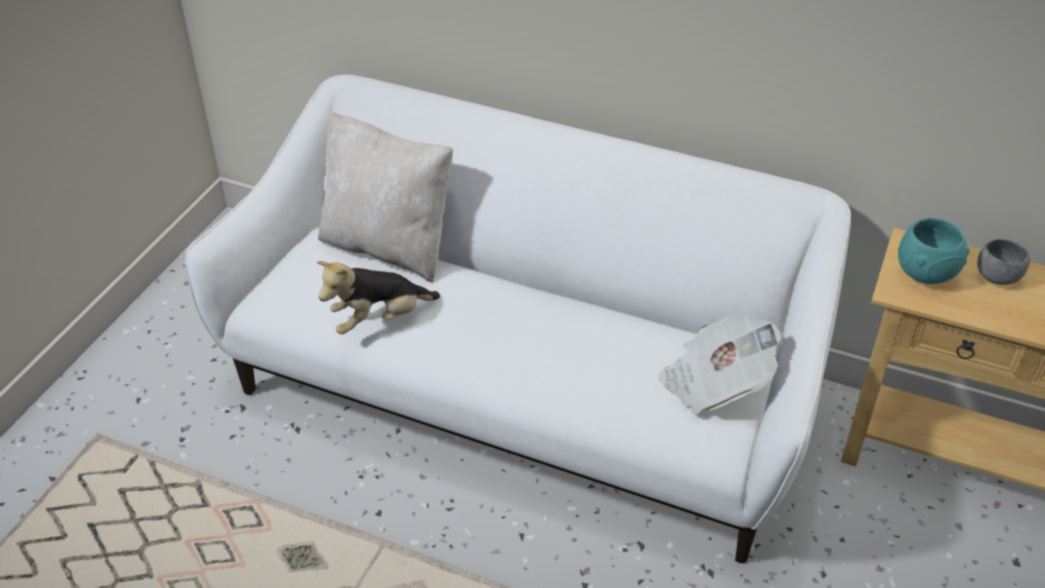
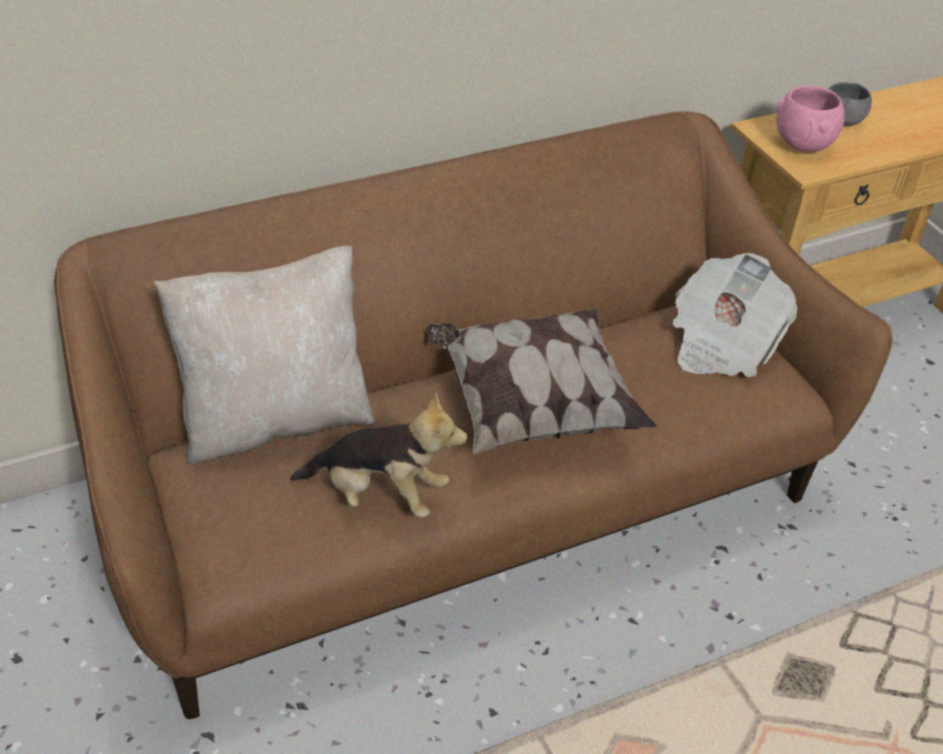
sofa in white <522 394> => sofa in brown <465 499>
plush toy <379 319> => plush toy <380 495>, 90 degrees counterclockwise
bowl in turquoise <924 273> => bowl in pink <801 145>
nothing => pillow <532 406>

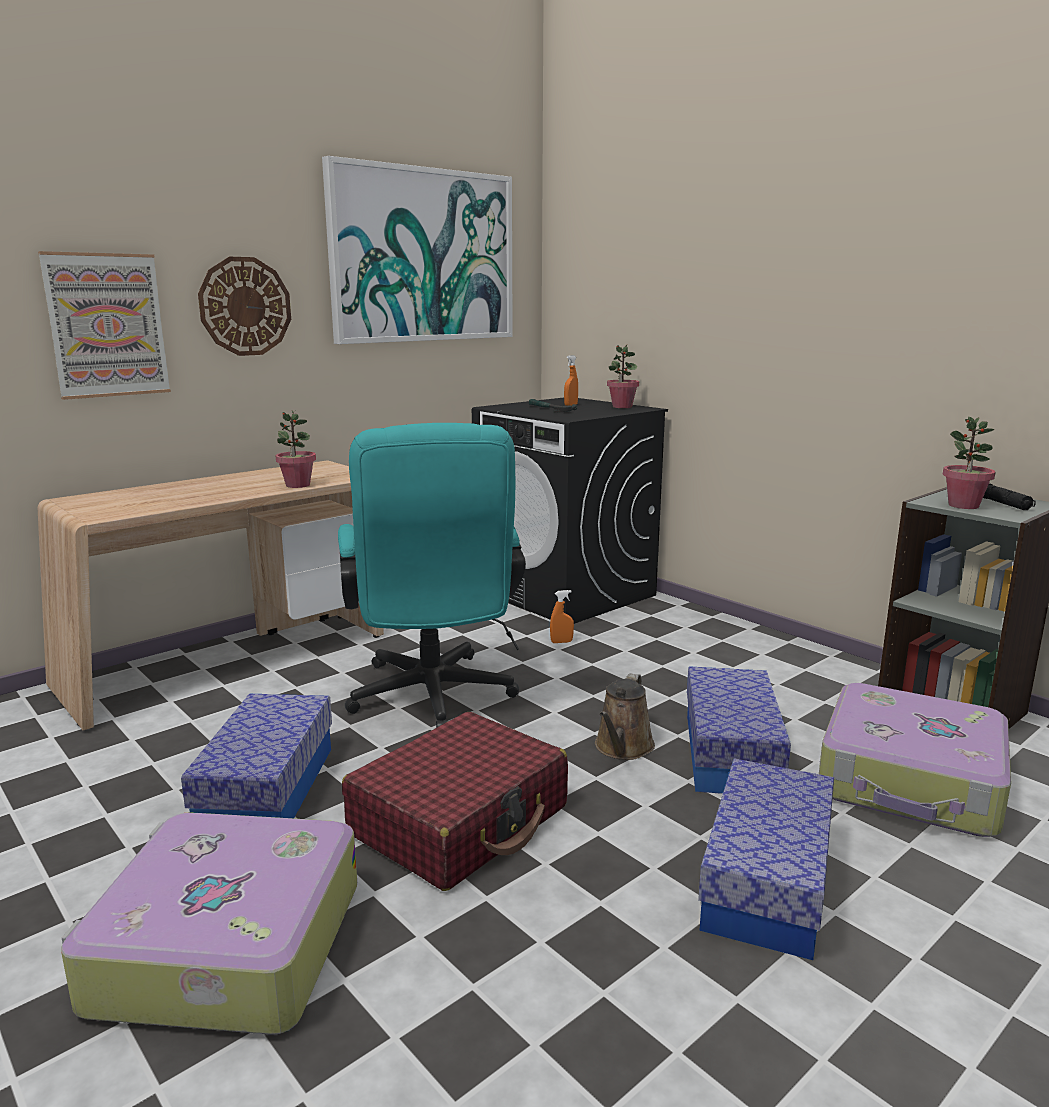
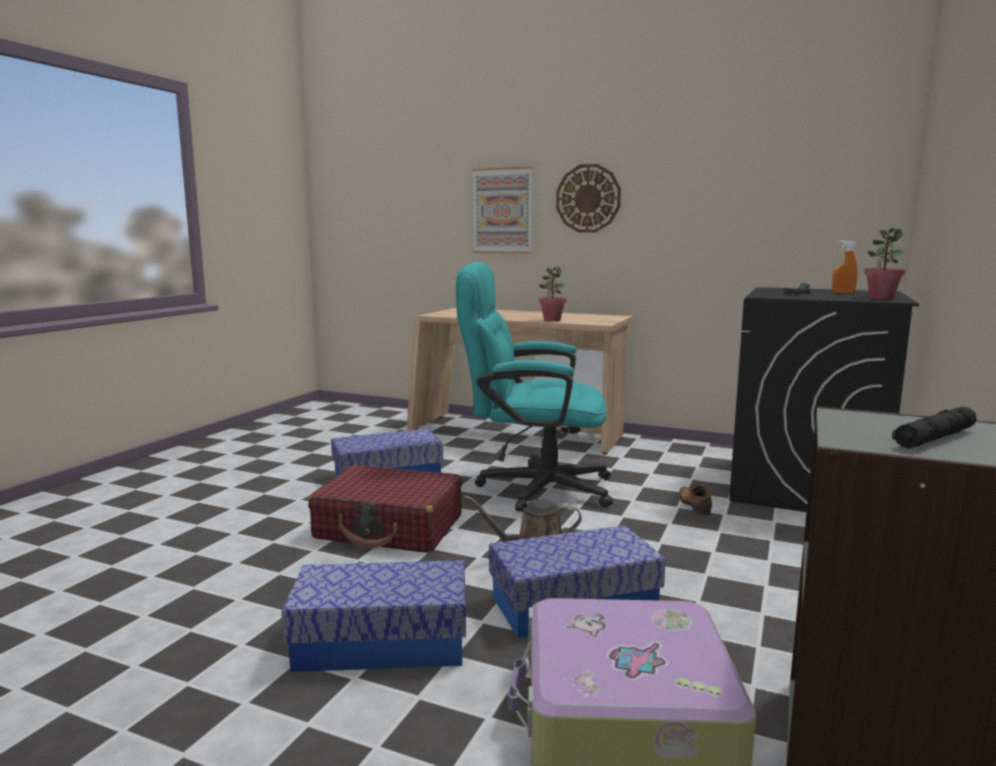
suitcase <225 947> => nothing
picture <423 256> => nothing
office chair in turquoise <432 700> => office chair in turquoise <532 488>, 45 degrees clockwise
spray bottle in orange <561 642> => shoe <694 505>
potted plant <963 506> => nothing

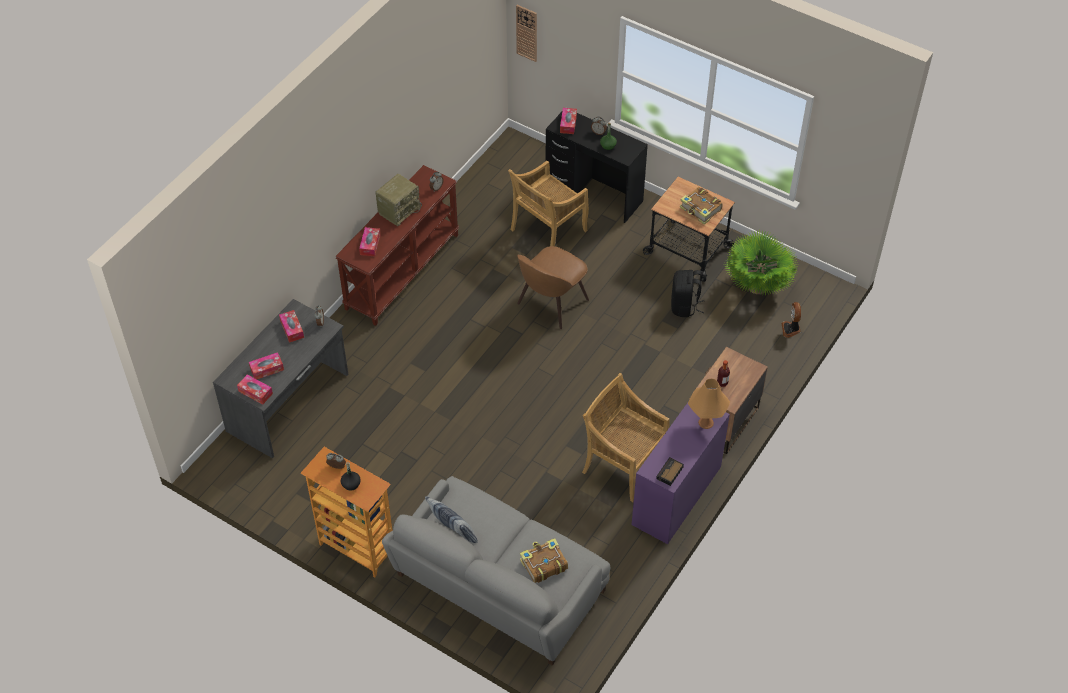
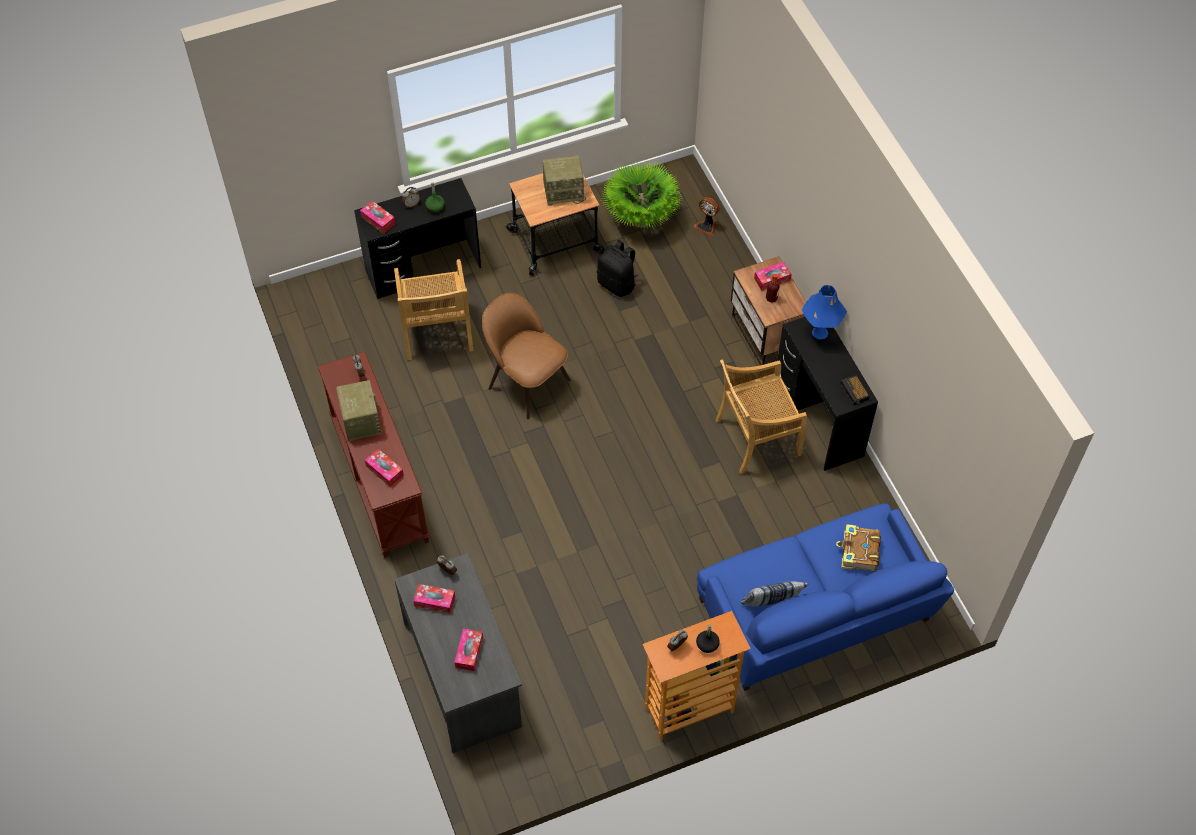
tissue box <255 392> => tissue box <772 279>, moved
sofa in grey <498 585> => sofa in blue <814 613>
wall clock <527 33> => nothing
chair in brown <551 303> => chair in brown <526 382>, 150 degrees clockwise
desk in purple <677 495> => desk in black <818 418>
book <700 210> => radio <564 191>
table lamp in orange <705 422> => table lamp in blue <819 332>

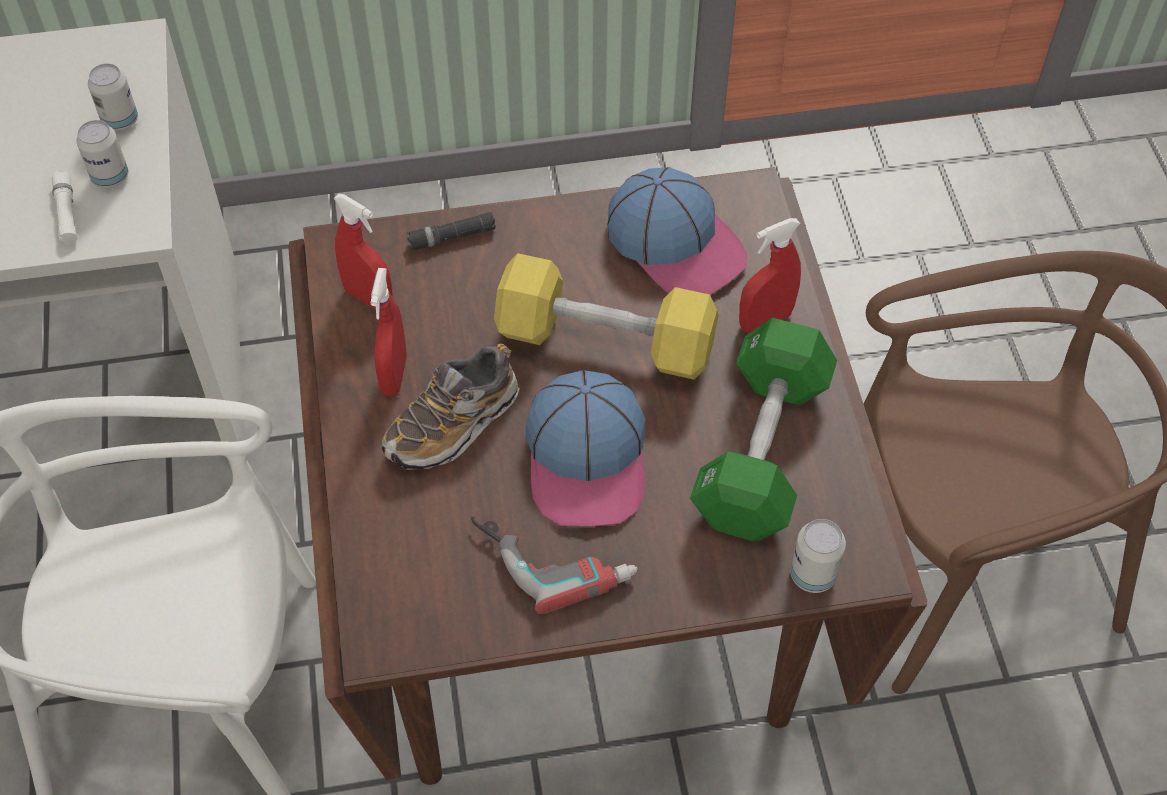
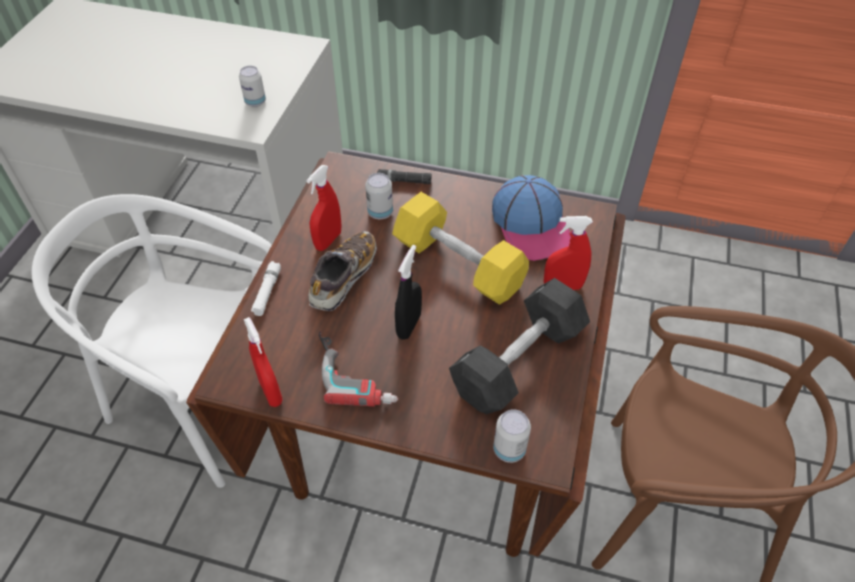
flashlight in white <67 213> => flashlight in white <267 292>, moved
can <120 121> => can <380 213>, moved
spray bottle in red <369 298> => spray bottle in red <270 391>, moved
shoe <453 424> => shoe <343 278>, 135 degrees clockwise
cap <588 459> => spray bottle in black <409 325>
dumbbell in green <761 450> => dumbbell in black <518 360>

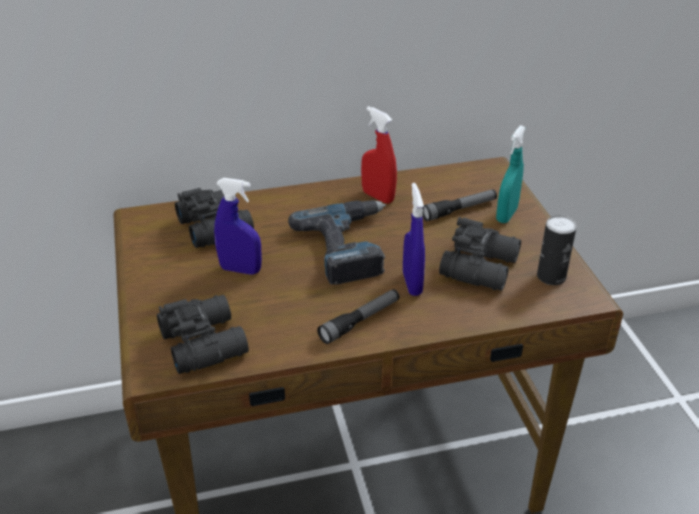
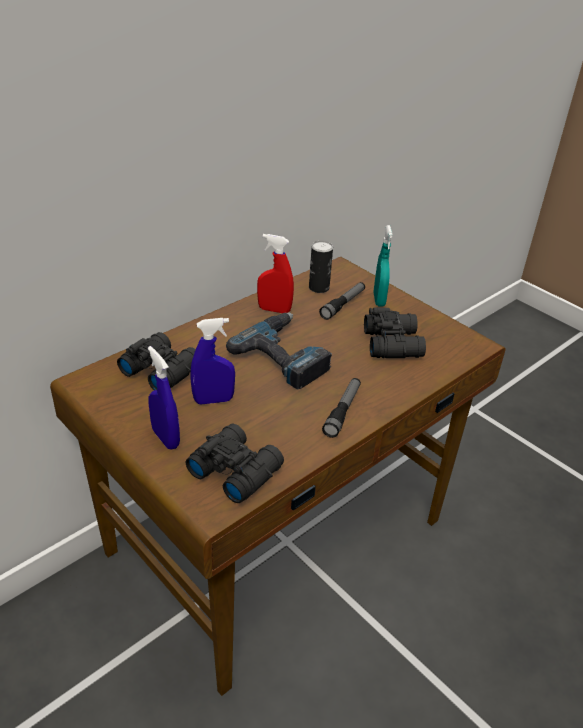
spray bottle in blue <412 284> => spray bottle in blue <165 438>, moved
can <551 276> => can <319 288>, moved

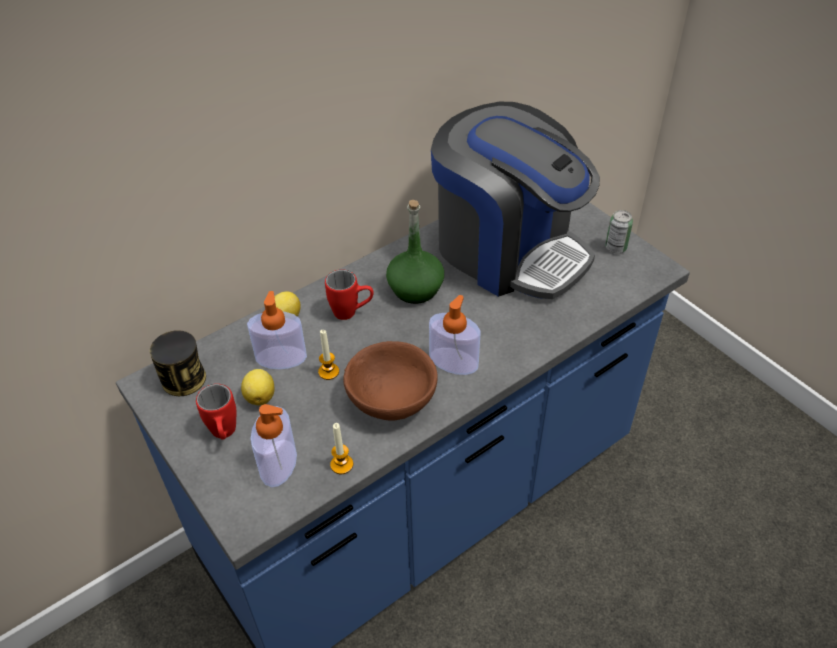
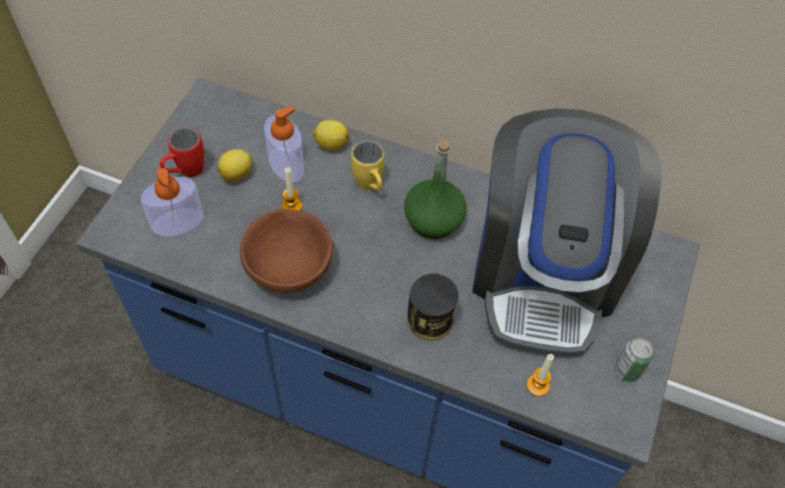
can <183 379> => can <430 319>, moved
mug in red <352 312> => mug in yellow <370 187>
candle <342 464> => candle <537 385>, moved
soap dispenser <453 361> => nothing

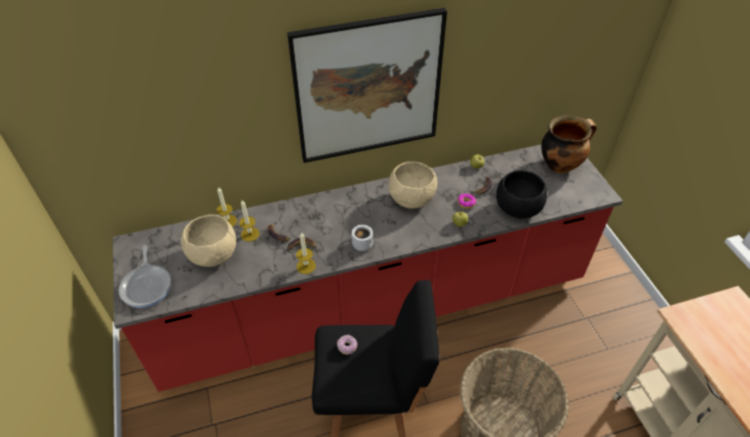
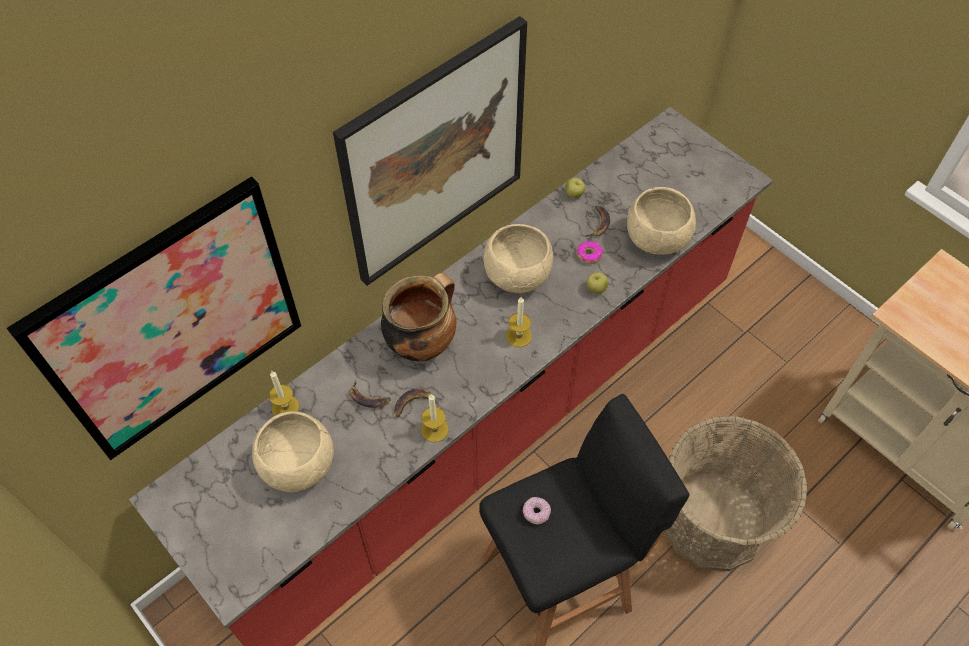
frying pan <147 286> => nothing
candle <250 234> => candle <518 336>, moved
mug in white <361 243> => nothing
bowl in black <517 209> => bowl in beige <656 239>
cooking pot <560 165> => cooking pot <421 343>, moved
nothing => picture <173 323>

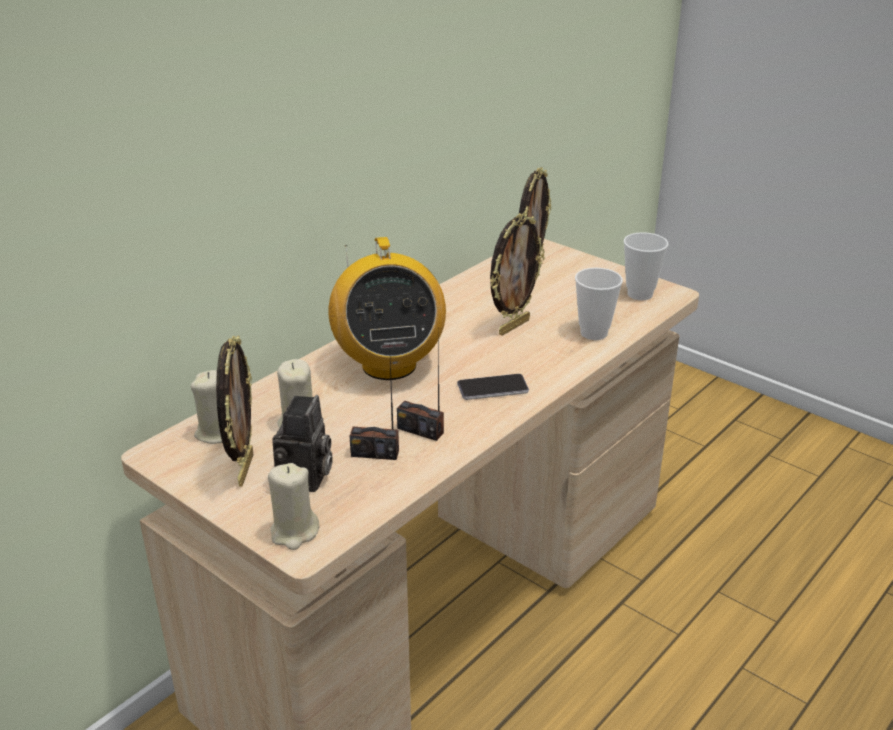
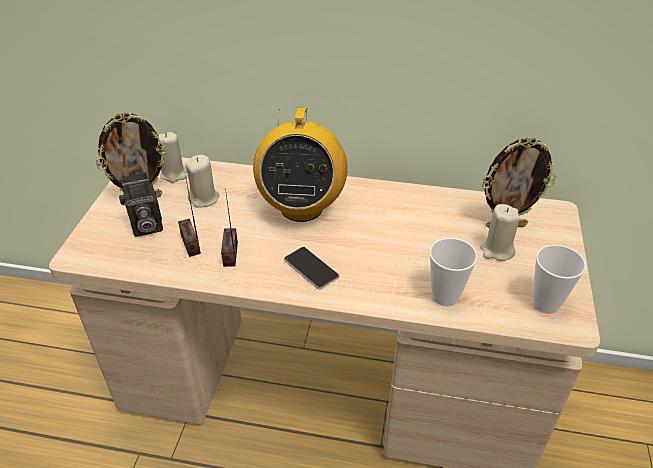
candle in beige <294 532> => candle in beige <496 250>, moved
radio <388 365> => radio <301 207>, 45 degrees counterclockwise
picture frame <513 326> => nothing

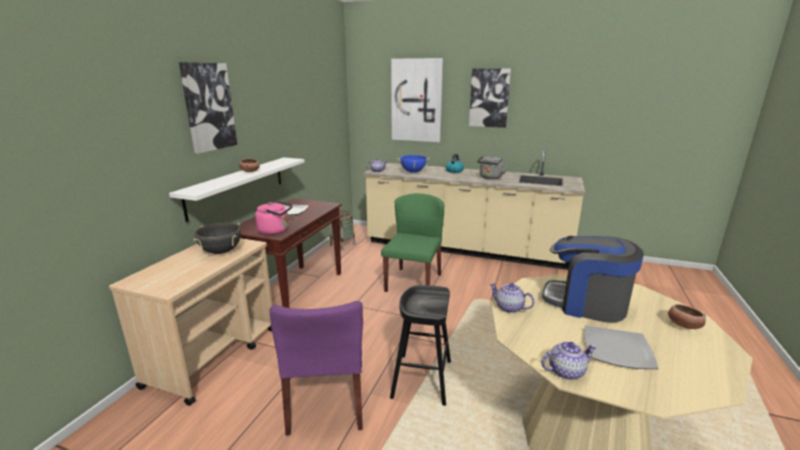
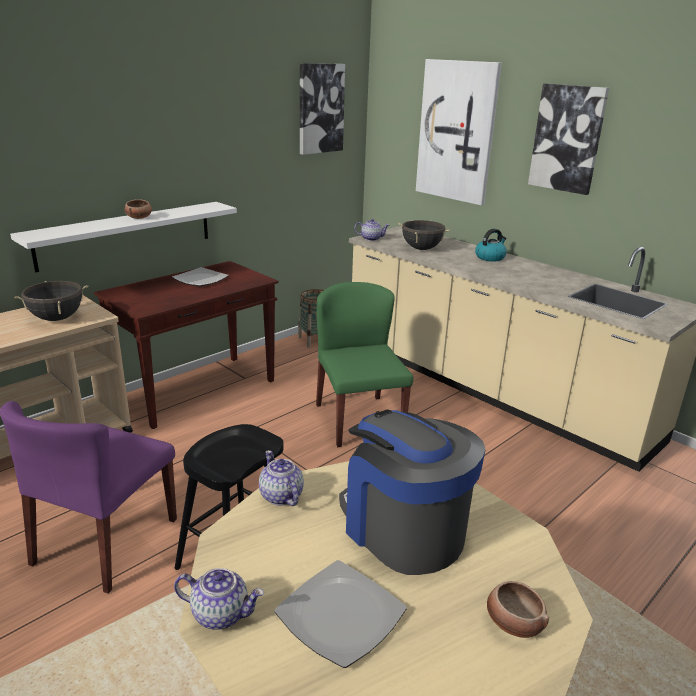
picture <208 107> => picture <320 108>, moved
kettle in pink <276 231> => nothing
chair in green <413 282> => chair in green <358 420>, 60 degrees counterclockwise
cooking pot in blue <413 172> => cooking pot in black <421 249>
kettle in grey <490 178> => nothing

